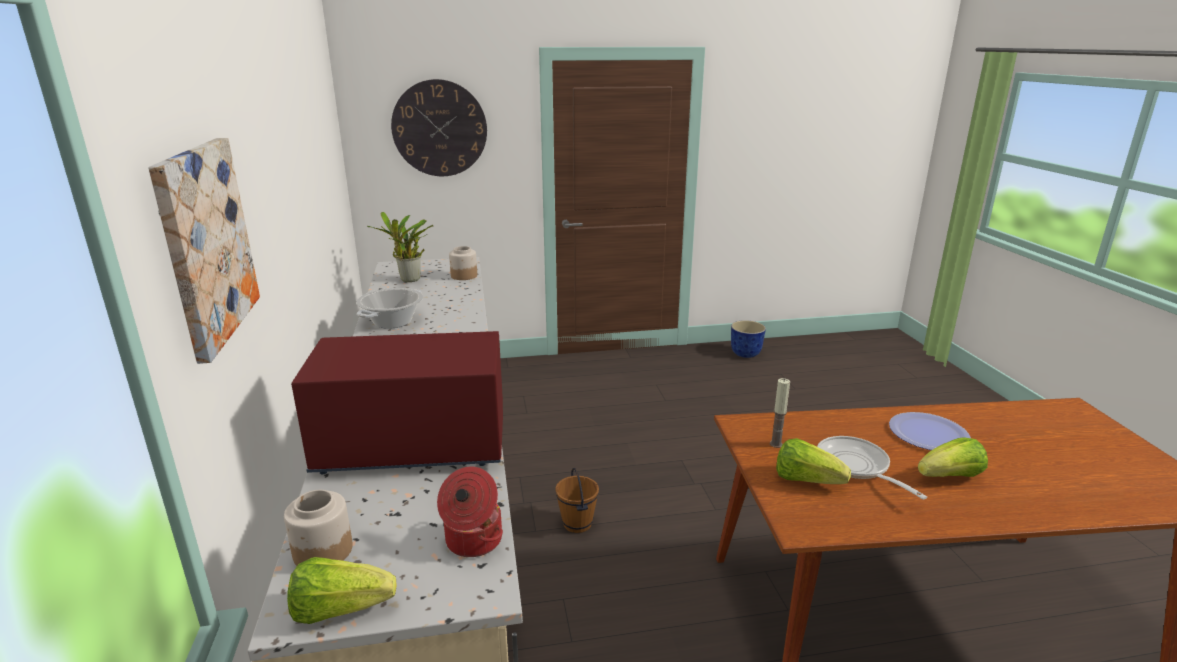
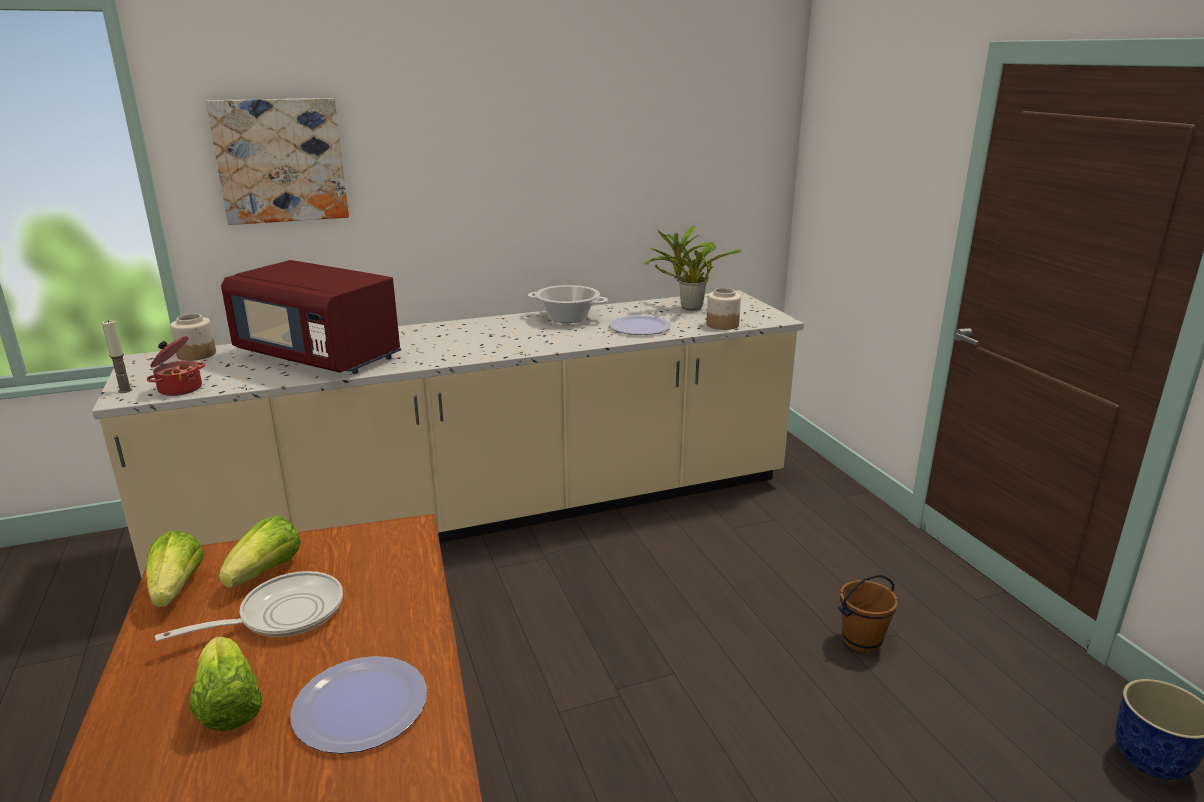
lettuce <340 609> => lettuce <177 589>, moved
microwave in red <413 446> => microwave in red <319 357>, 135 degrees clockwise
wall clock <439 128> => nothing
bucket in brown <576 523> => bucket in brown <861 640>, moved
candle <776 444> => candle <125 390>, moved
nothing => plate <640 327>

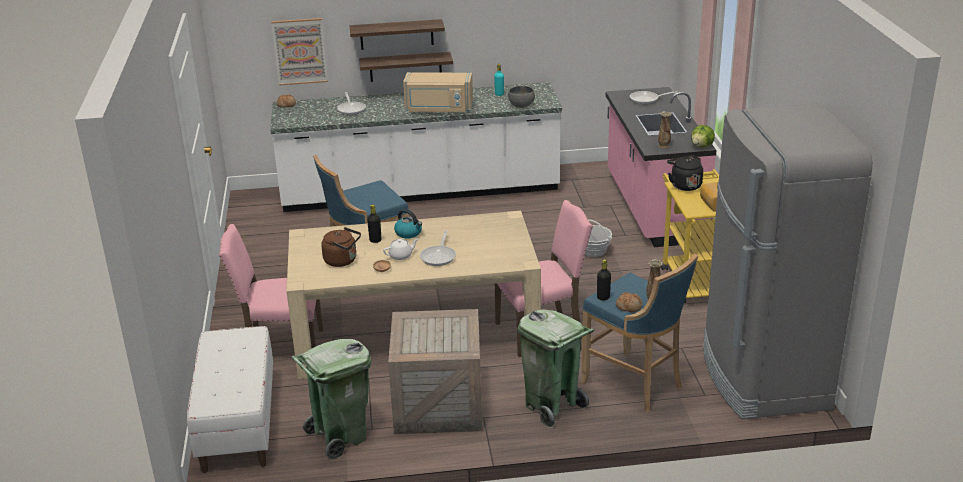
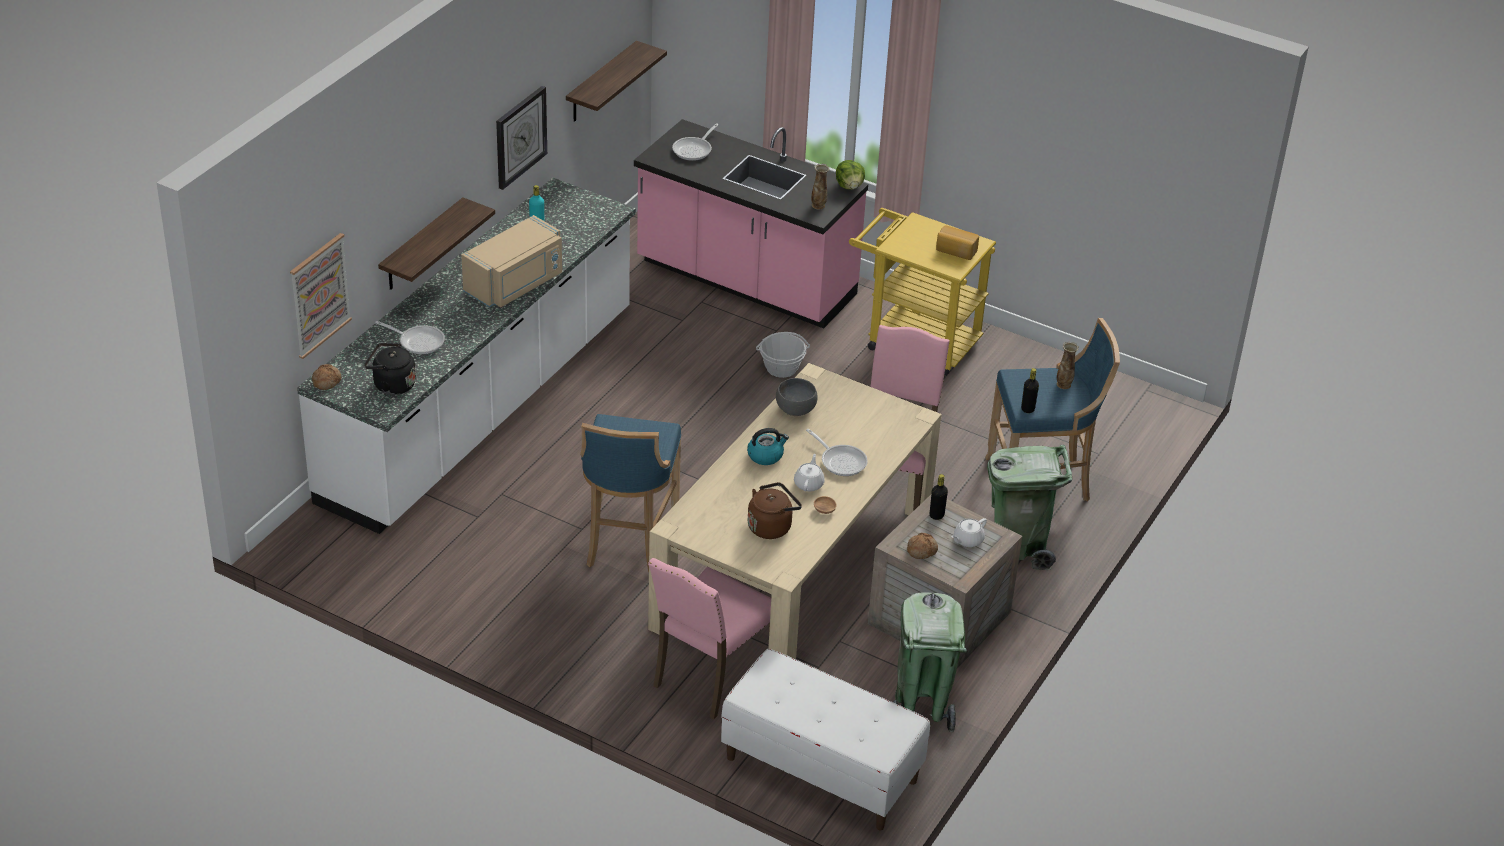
shelf <396 34> => shelf <601 83>, moved
bottle in black <375 240> => bottle in black <936 515>, moved
bowl in grey <521 105> => bowl in grey <795 409>, moved
bread <629 306> => bread <921 550>, moved
kettle in black <684 185> => kettle in black <391 385>, moved
fridge in grey <763 378> => nothing
nothing => wall clock <520 137>
nothing => teapot in white <967 540>

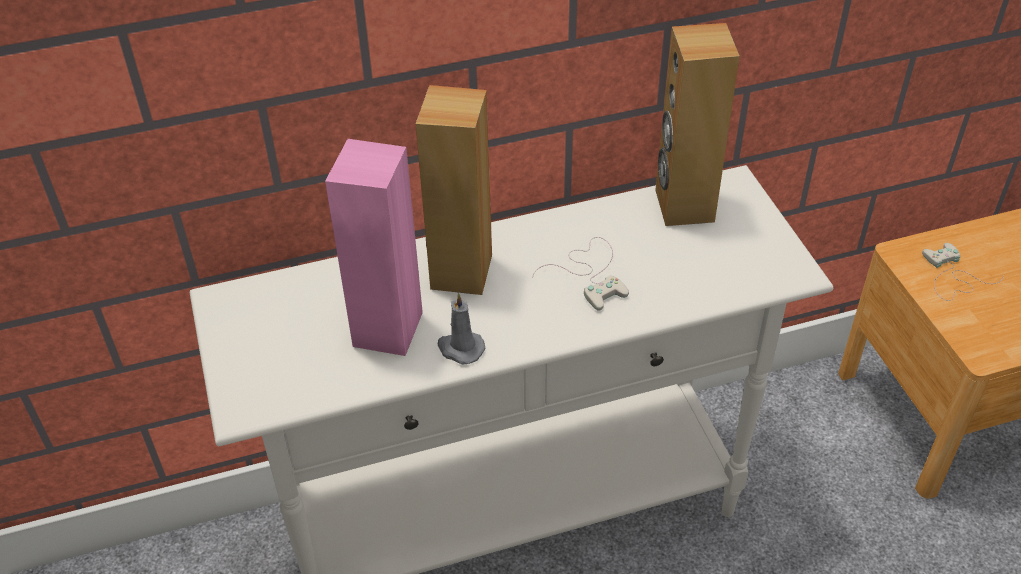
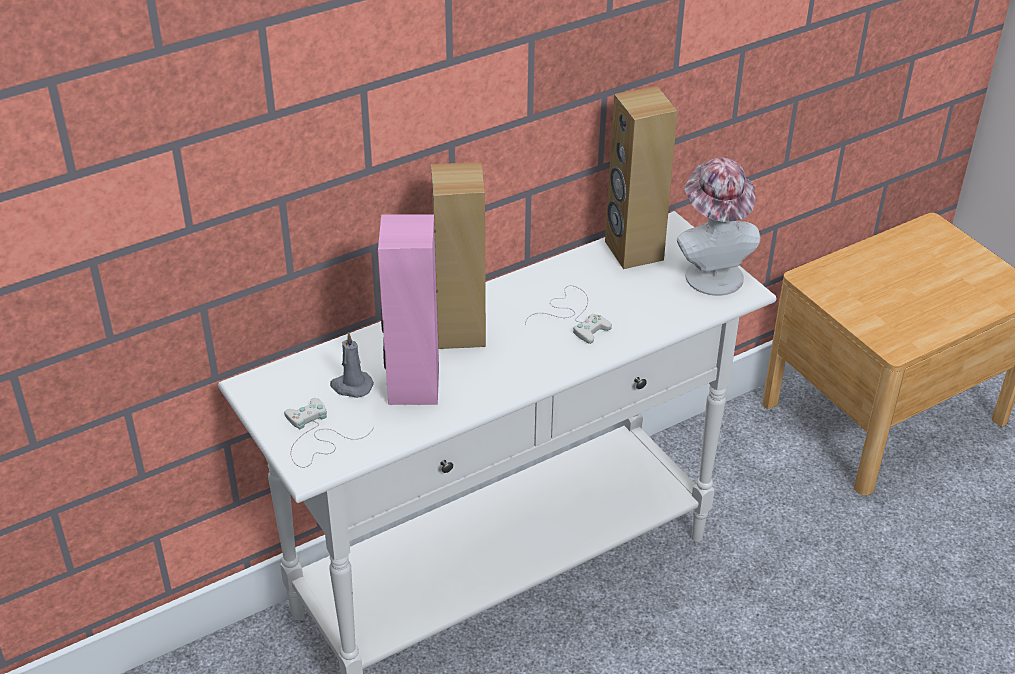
candle in grey <460 348> => candle in grey <351 386>, moved
game controller in white <952 277> => game controller in white <316 437>, moved
nothing => hat <710 272>

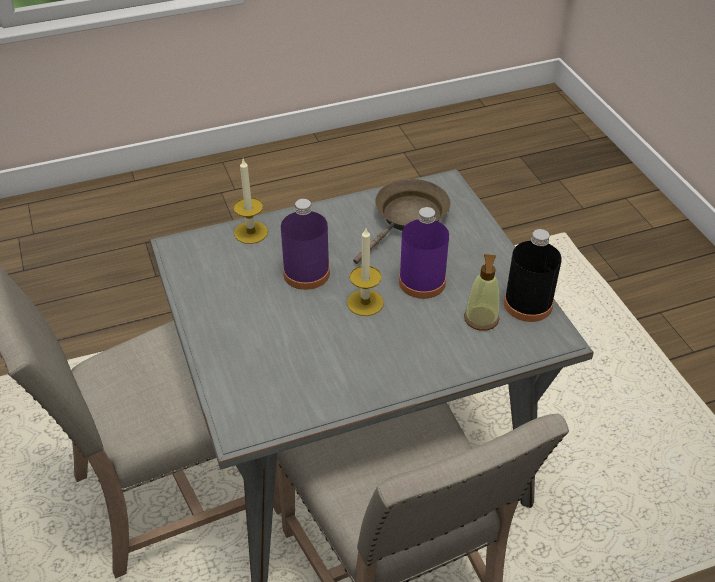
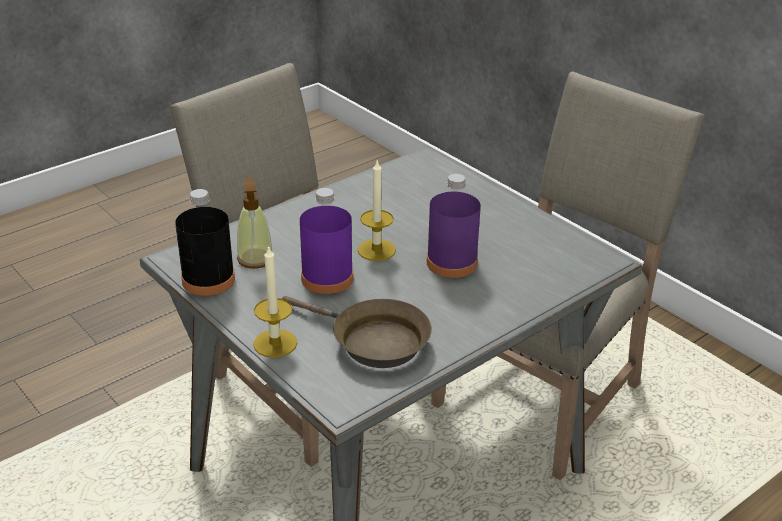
candle <251 232> => candle <275 343>, moved
frying pan in brown <408 218> => frying pan in brown <373 341>, 75 degrees counterclockwise

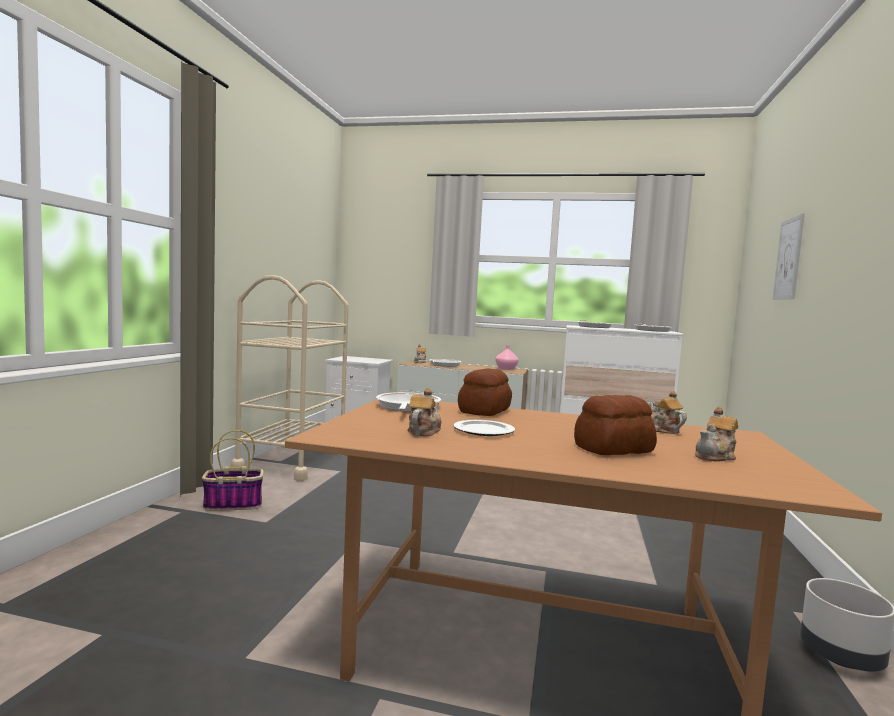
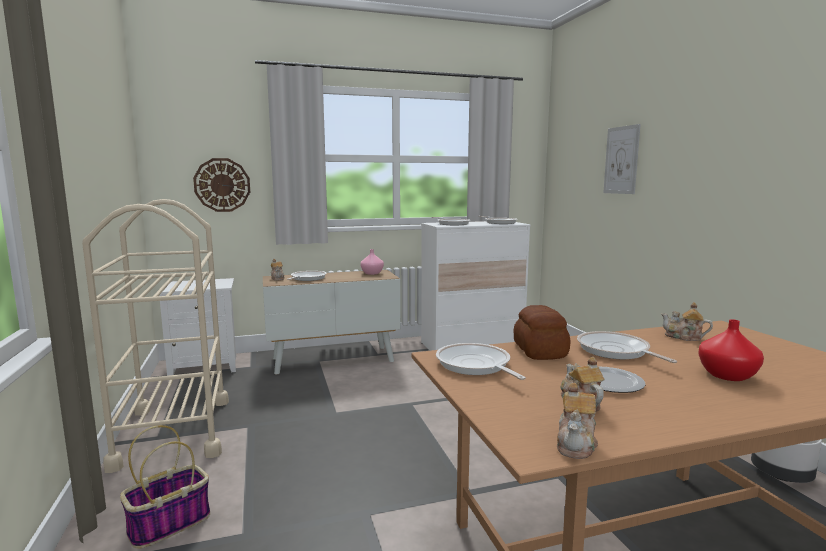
bread <612 449> => vase in red <726 375>
teapot <716 456> => teapot <576 444>, moved
nothing => wall clock <222 185>
nothing => frying pan <615 351>

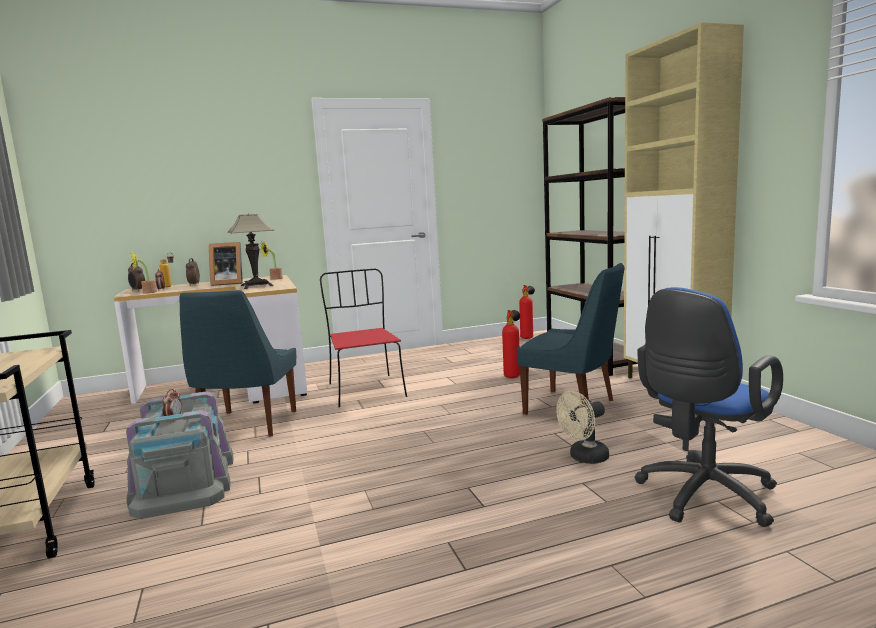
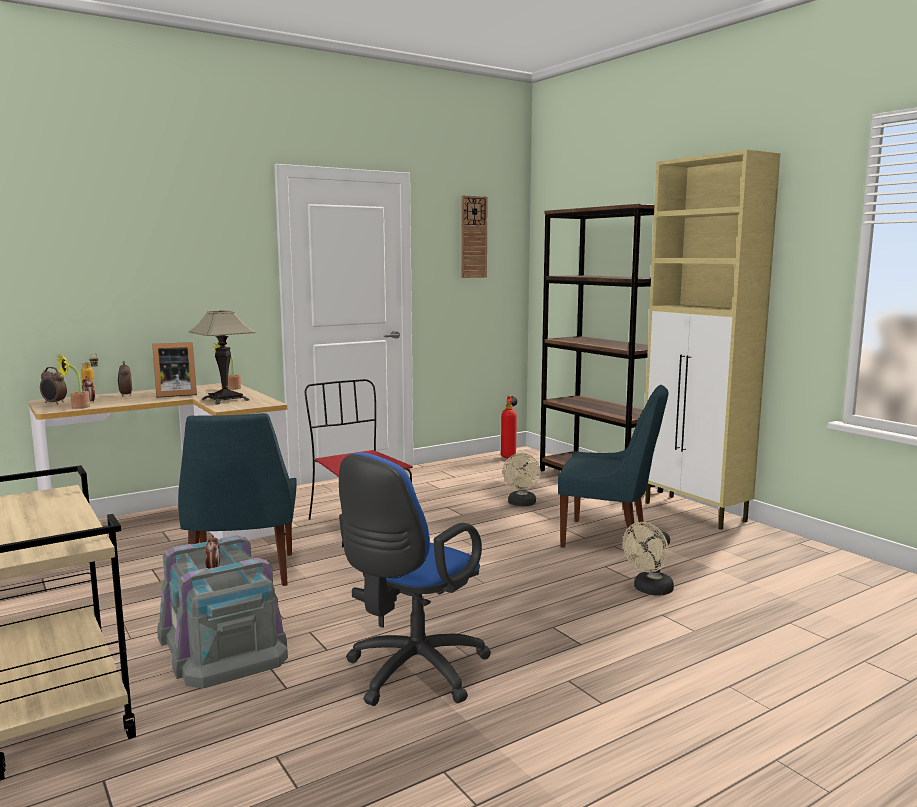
fire extinguisher <513 376> => fan in beige <521 504>
office chair in blue <702 497> => office chair in blue <411 674>, moved
nothing => wall clock <473 237>

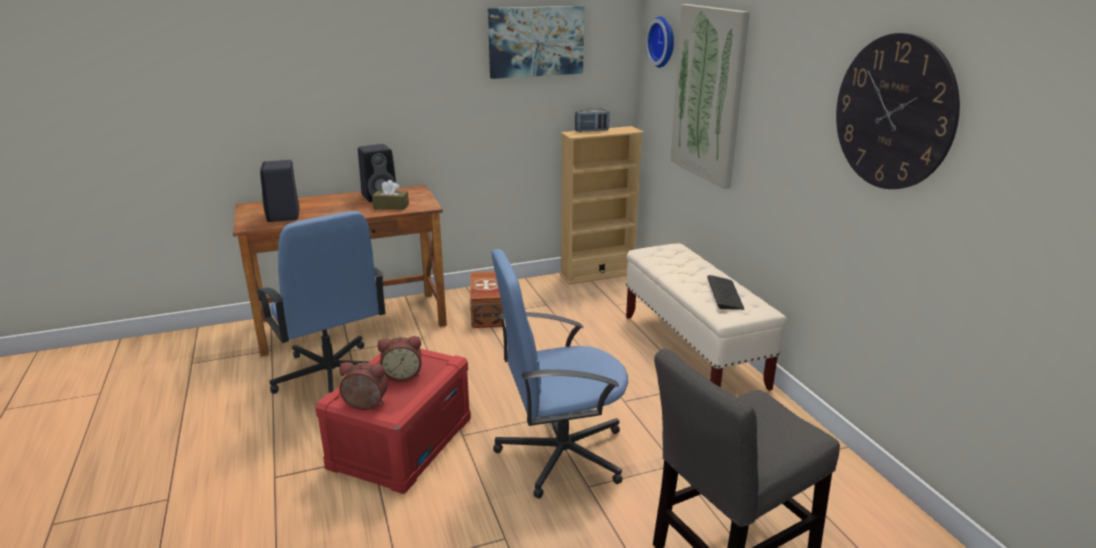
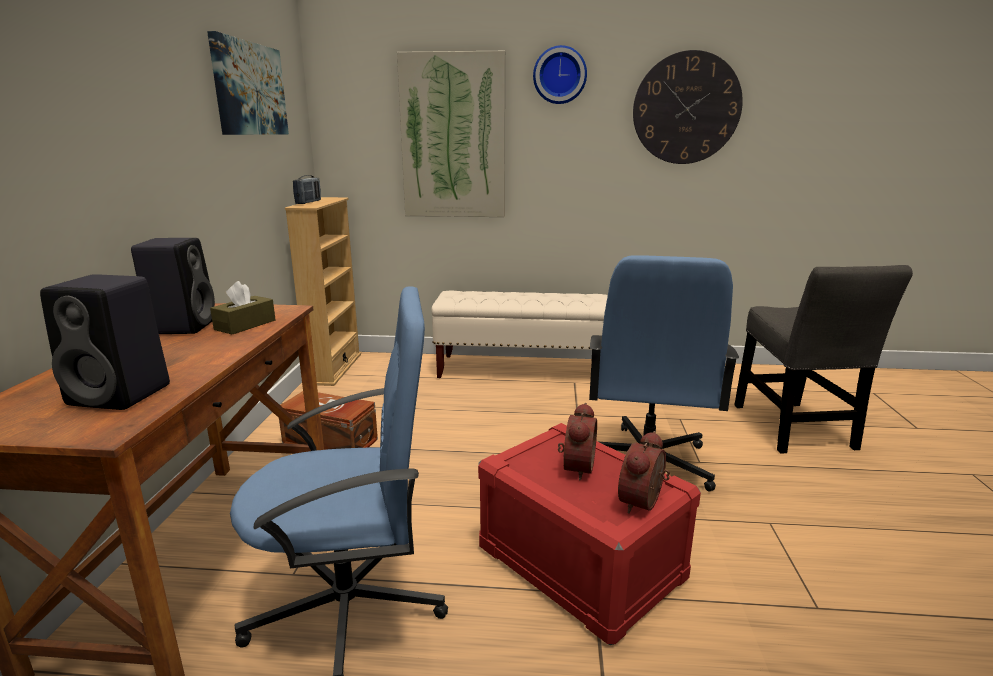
wall clock <663 42> => wall clock <559 75>, moved
keyboard <724 294> => nothing

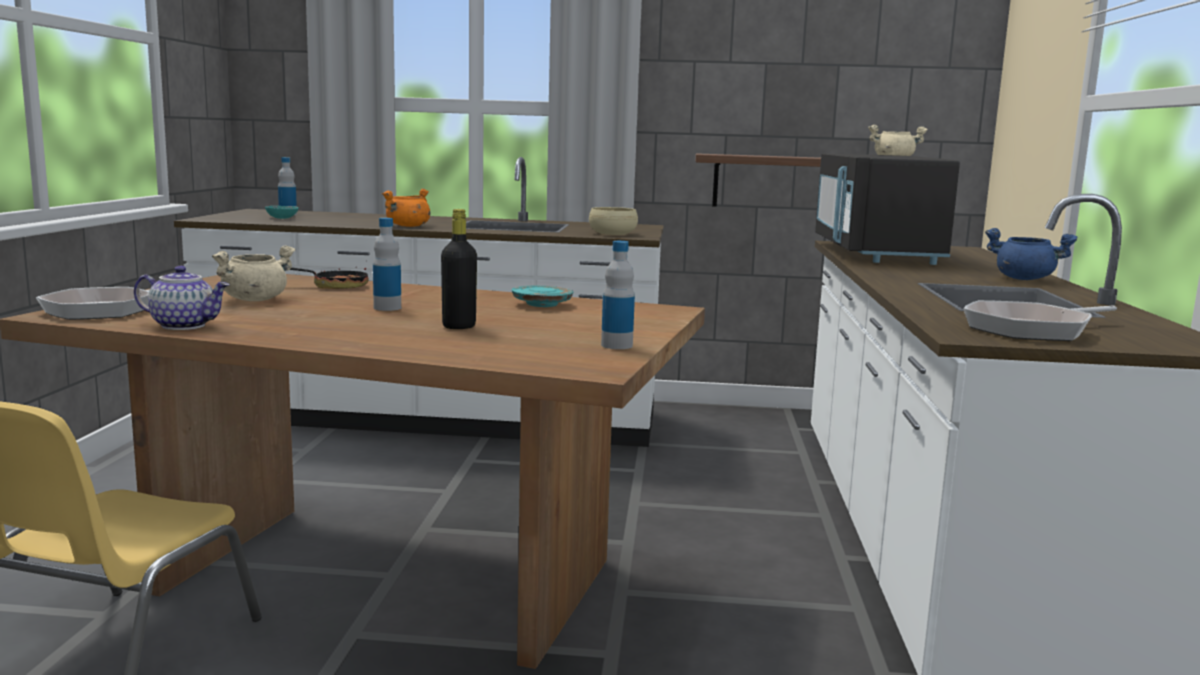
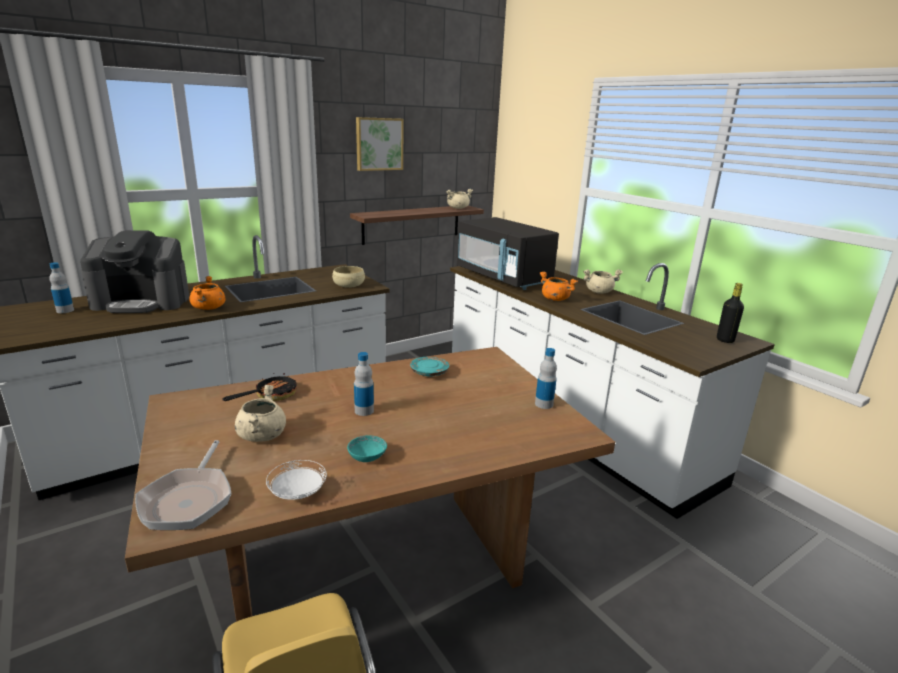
teapot <185 325> => plate in white <297 492>
bowl in turquoise <282 218> => bowl in turquoise <367 457>, moved
bottle in black <459 326> => bottle in black <725 340>, moved
frying pan <1033 329> => nothing
cooking pot in blue <1024 279> => cooking pot in beige <599 292>
nothing => coffee machine <142 301>
nothing => picture <379 144>
nothing => cooking pot in orange <555 299>

